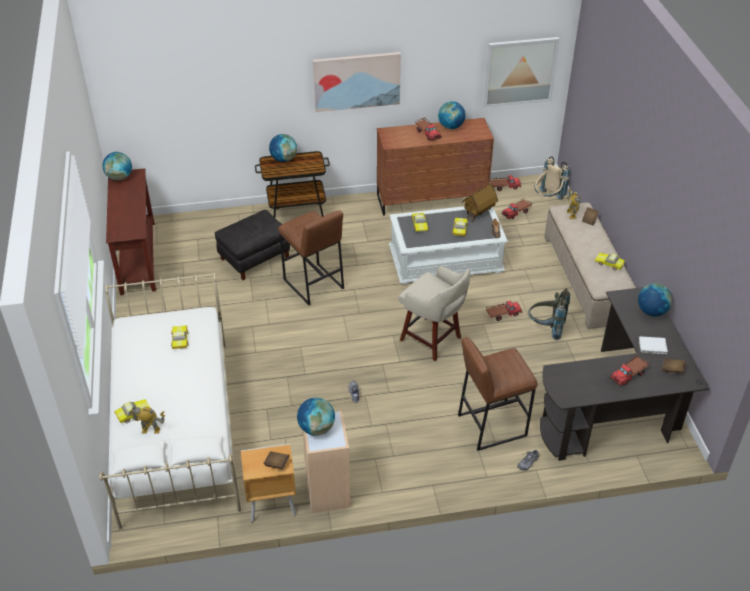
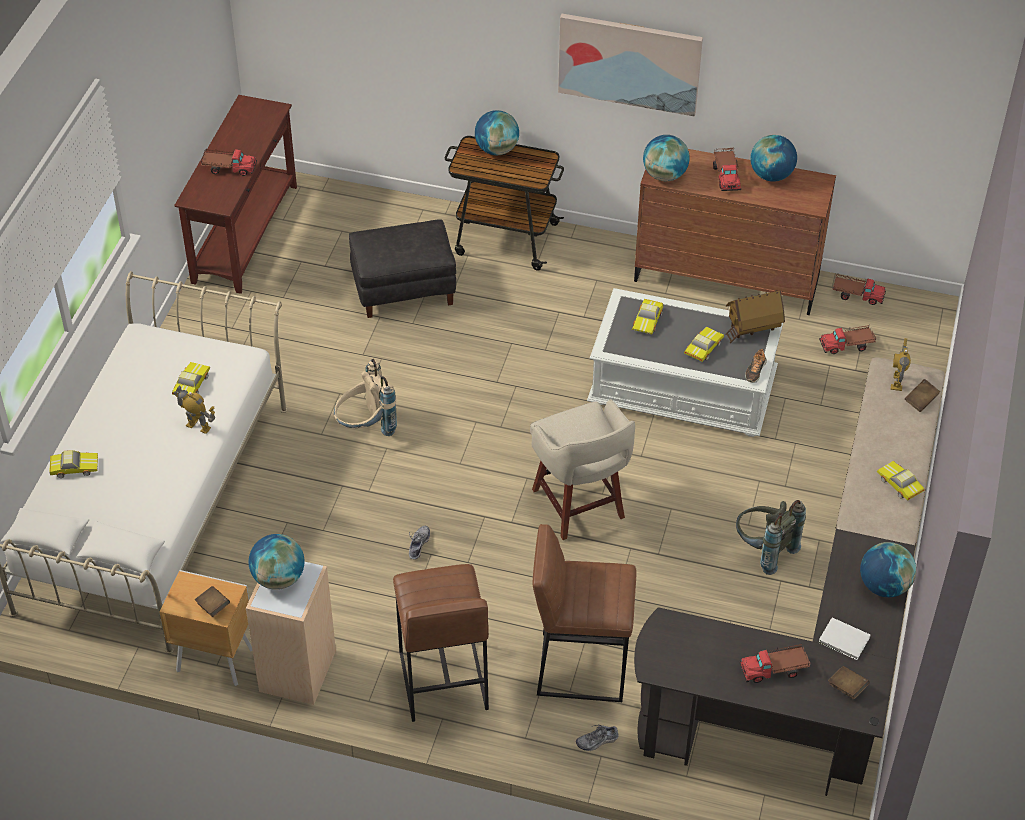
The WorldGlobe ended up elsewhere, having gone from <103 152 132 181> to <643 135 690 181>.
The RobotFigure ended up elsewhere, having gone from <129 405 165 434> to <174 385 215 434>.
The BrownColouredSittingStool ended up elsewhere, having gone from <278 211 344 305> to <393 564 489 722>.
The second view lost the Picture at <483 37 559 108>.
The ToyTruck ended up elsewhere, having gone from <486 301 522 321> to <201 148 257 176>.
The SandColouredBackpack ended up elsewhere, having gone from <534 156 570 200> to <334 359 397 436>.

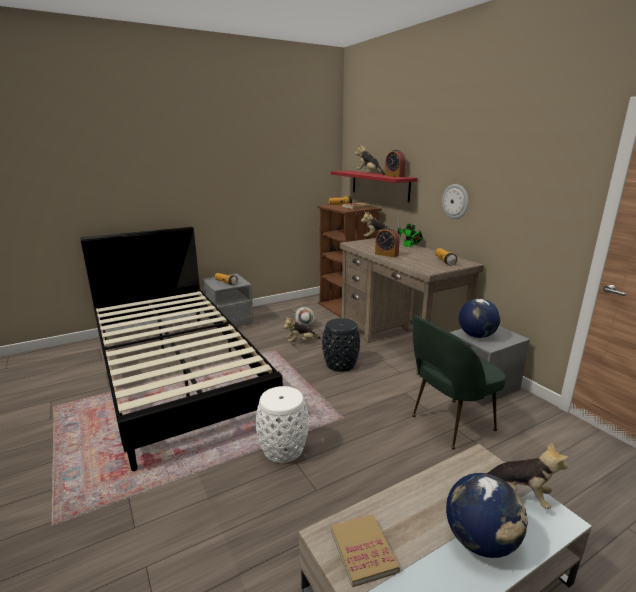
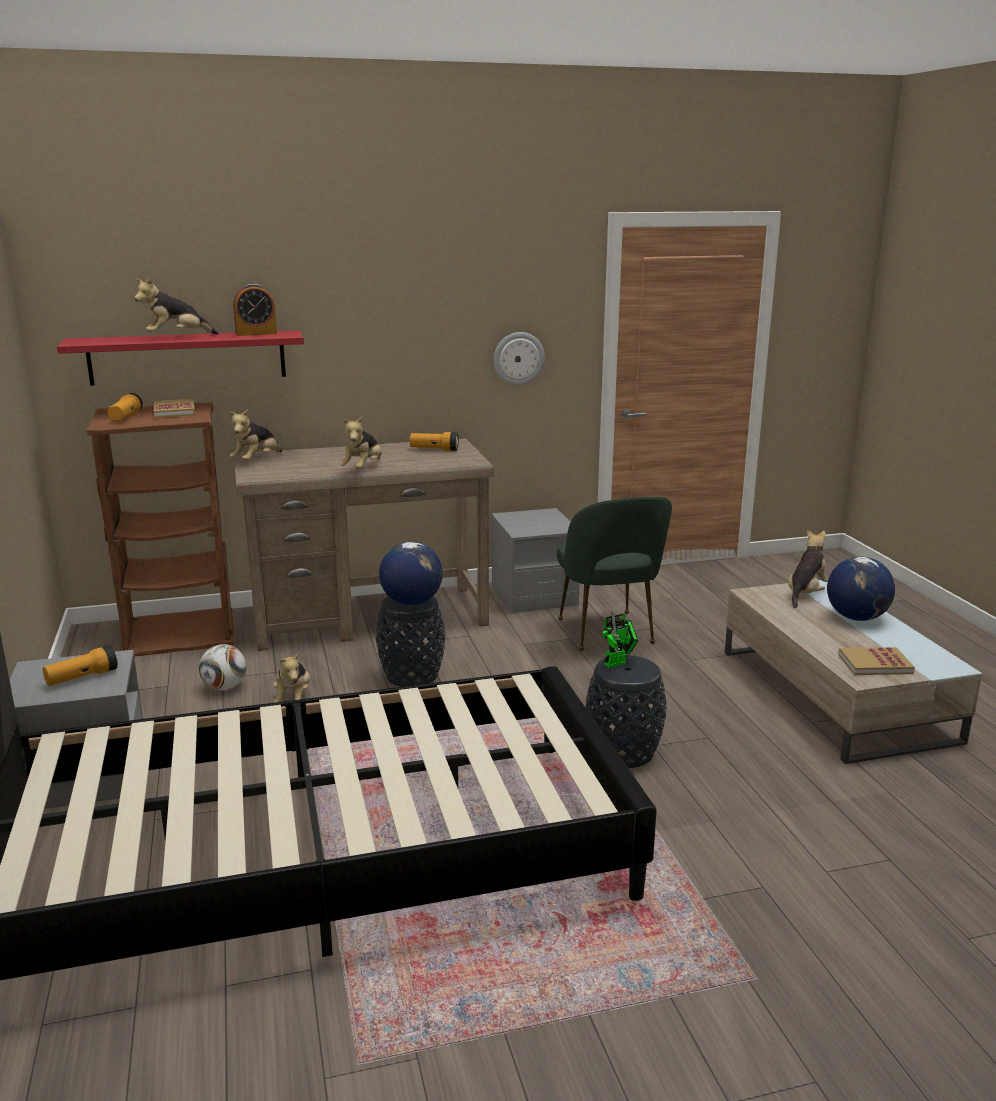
What was the WhiteColouredSittingStool at <256 386 309 463> turned into the BlackSittingStool at <586 655 666 768>.
Where the TableClock stood at <375 227 400 257>, the CuddlyToy came to stand at <339 417 382 469>.
The RobotFigure ended up elsewhere, having gone from <396 216 423 247> to <603 610 638 668>.
The ClockOnTheWall ended up elsewhere, having gone from <442 184 469 219> to <493 332 545 385>.
The WorldGlobe ended up elsewhere, having gone from <459 299 500 338> to <379 542 443 605>.

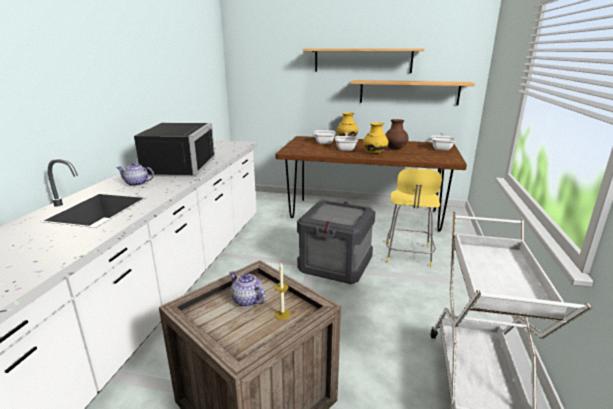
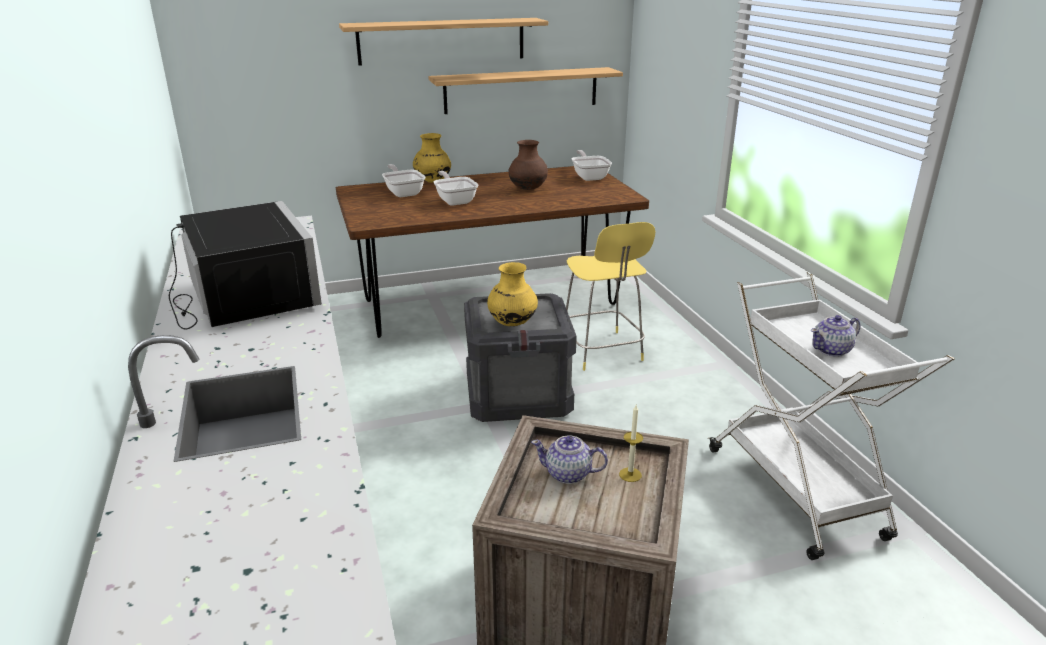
The TeaPot ended up elsewhere, having gone from <116 162 154 186> to <811 315 860 357>.
The YellowishVase ended up elsewhere, having gone from <363 122 389 154> to <487 262 538 326>.

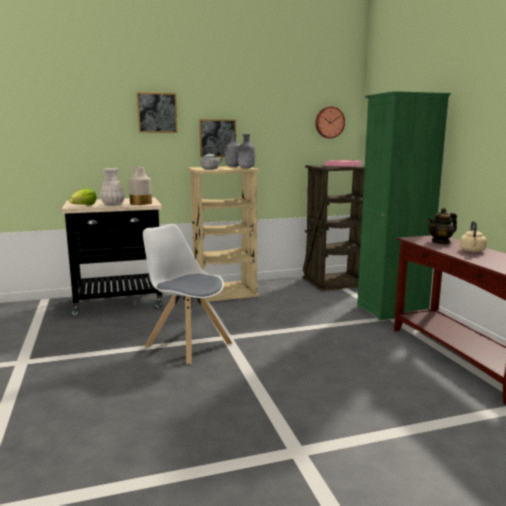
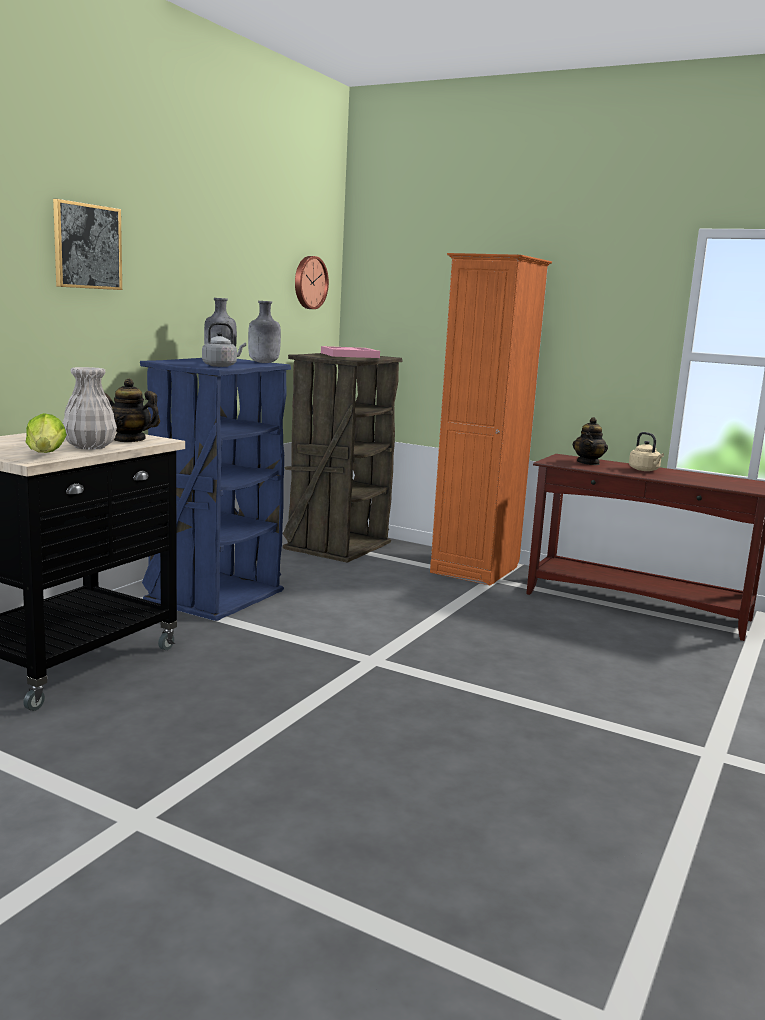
Where the SandColouredVase stood at <129 167 152 205>, the TeaPot came to stand at <104 378 160 442>.
The second view lost the UprightChair at <143 224 233 364>.
What was the SandColouredShelvingUnit at <188 166 259 302> turned into the BlueColouredShelvingUnit at <140 358 291 621>.
The second view lost the Picture at <199 119 236 157>.
What was the GreenColouredCupboard at <357 91 451 320> turned into the OrangeColouredCupboard at <430 253 552 585>.

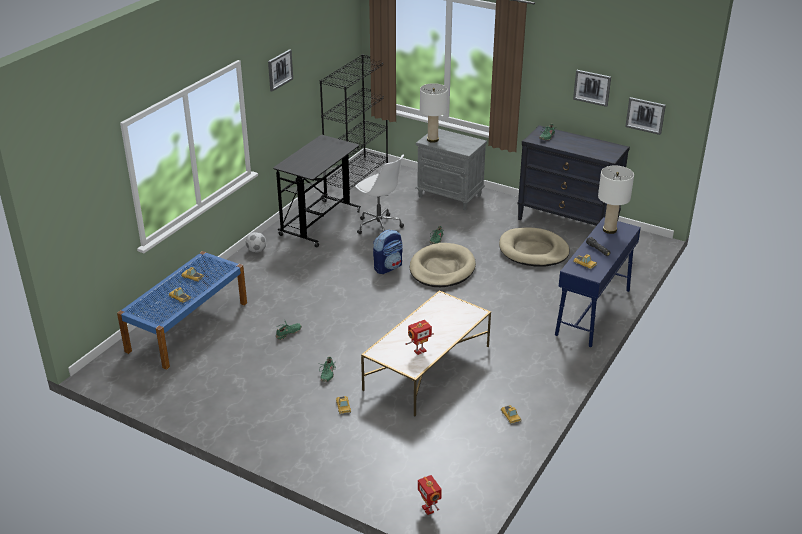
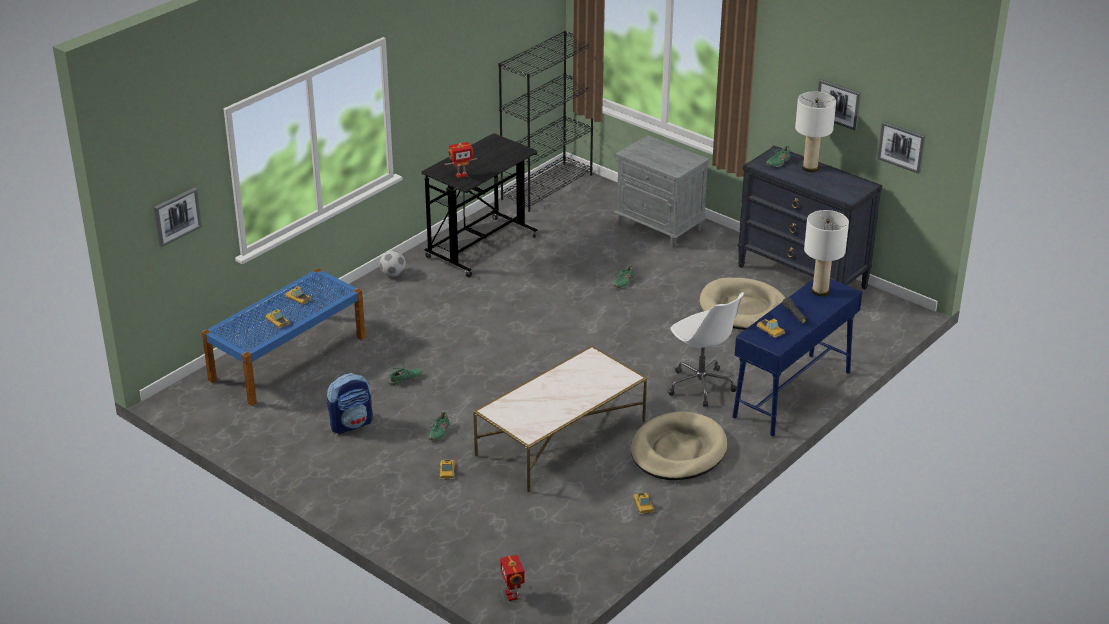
The Picture ended up elsewhere, having gone from <268 49 293 92> to <154 188 202 247>.
The WhiteColouredDeskChair ended up elsewhere, having gone from <355 154 404 234> to <667 292 744 407>.
The Backpack ended up elsewhere, having gone from <373 230 403 274> to <327 373 373 434>.
The RobotFigure ended up elsewhere, having gone from <405 320 434 355> to <445 142 477 178>.
The SandColouredPetBed ended up elsewhere, having gone from <410 243 476 287> to <631 411 727 480>.
The WhiteColouredLampForATable ended up elsewhere, having gone from <420 83 448 143> to <795 91 836 172>.

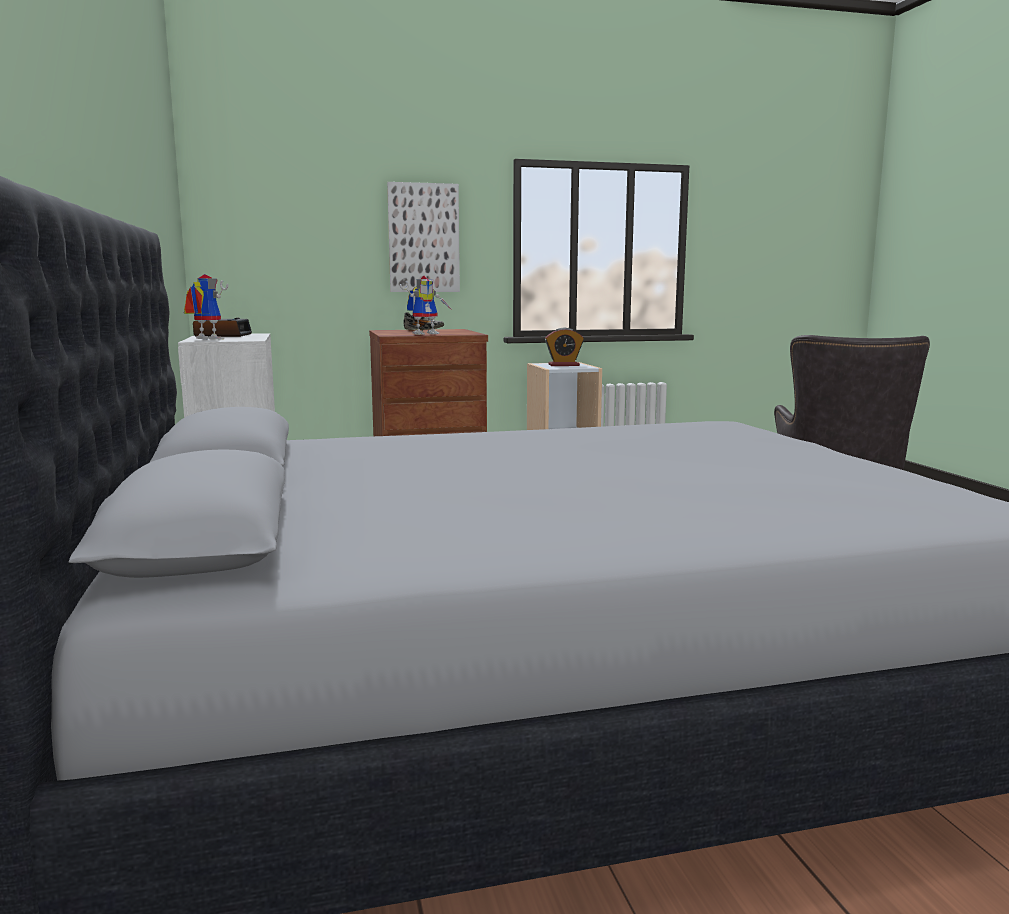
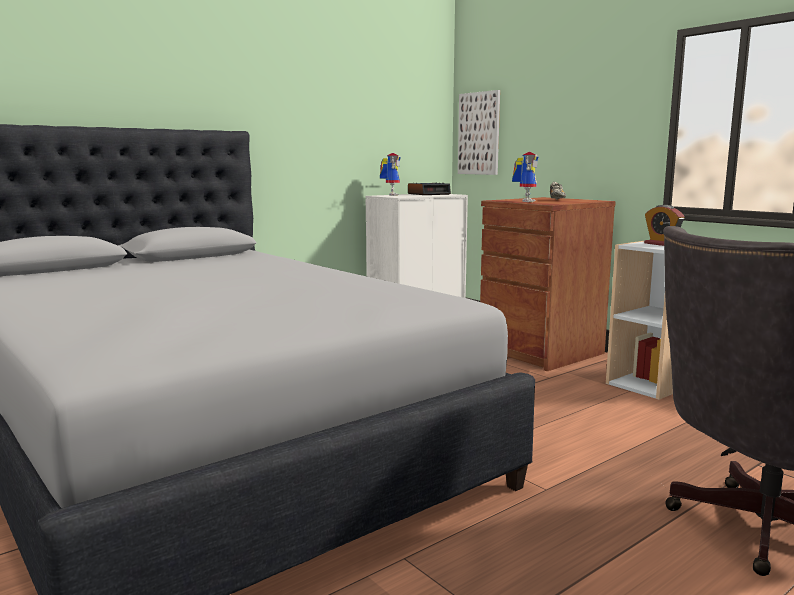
The Picture ended up elsewhere, having gone from <387 182 460 292> to <458 90 500 175>.
The RobotFigure at <400 276 453 335> ended up facing another way, 105 degrees counterclockwise from before.

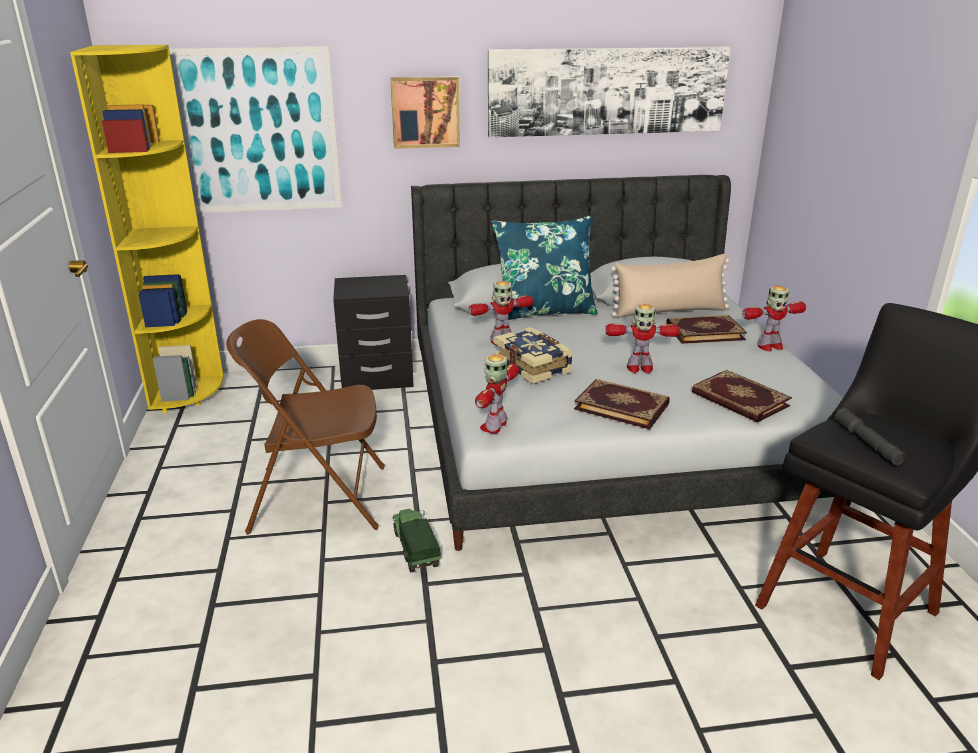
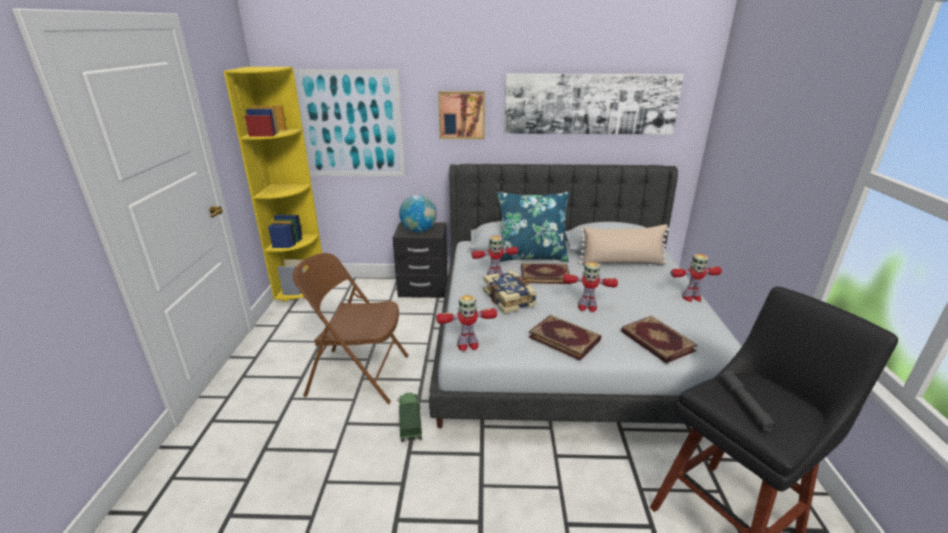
The RobotFigure at <475 354 519 433> ended up facing another way, 135 degrees counterclockwise from before.
The Volume ended up elsewhere, having gone from <666 315 747 344> to <521 263 571 284>.
The second view gained the WorldGlobe at <399 195 437 233>.

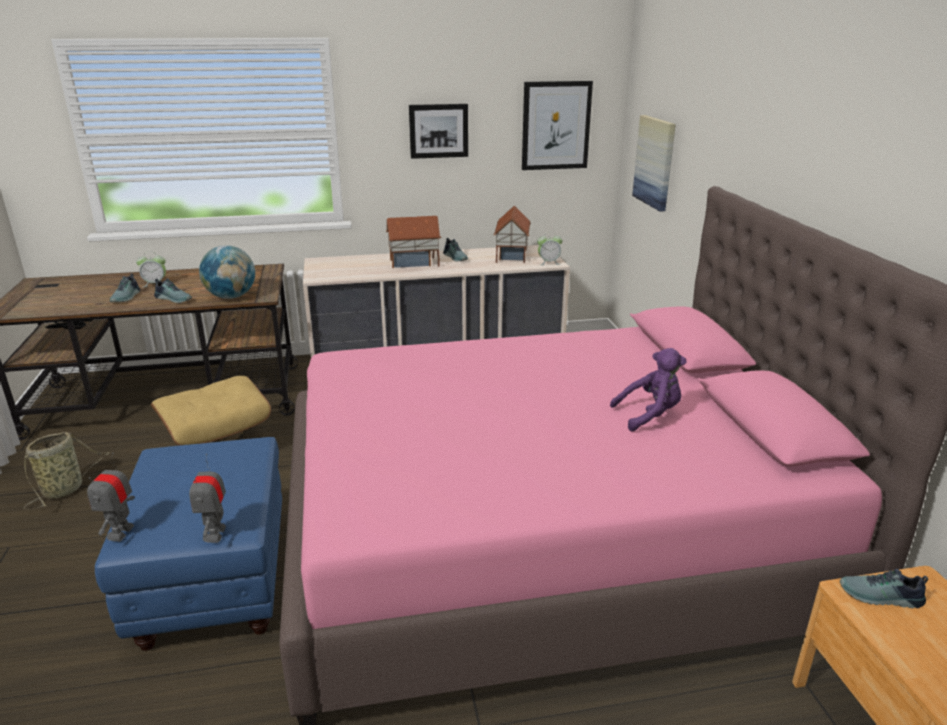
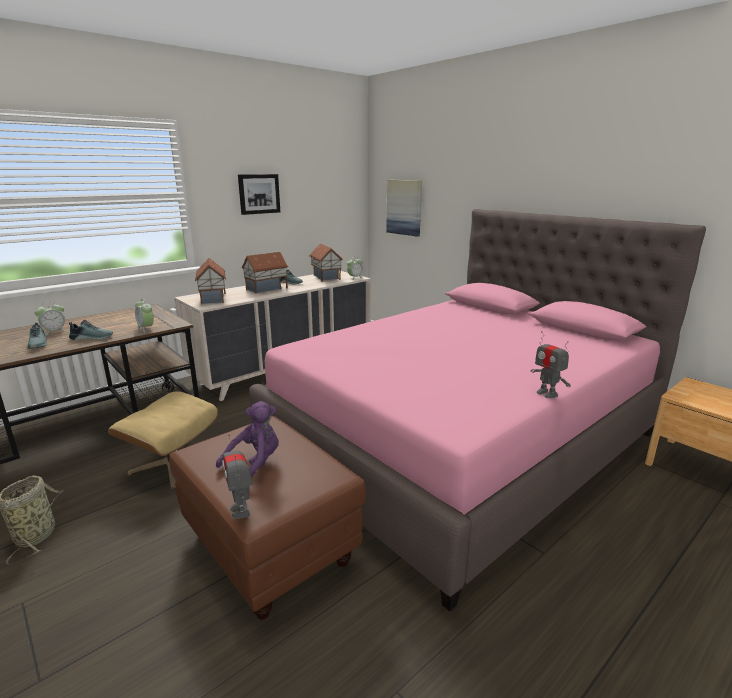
What was the BlueColouredFootrest at <95 437 282 651> turned into the BrownColouredFootrest at <169 416 366 620>.
The RobotFigure ended up elsewhere, having gone from <189 454 226 543> to <531 331 571 398>.
Where the WorldGlobe stood at <199 245 255 299>, the TableClock came to stand at <135 299 154 332>.
The second view lost the Picture at <522 81 593 170>.
The PurplishCuddlyToy ended up elsewhere, having gone from <610 348 686 431> to <216 401 279 477>.
The second view lost the Shoe at <840 569 928 608>.
The second view gained the MiniatureHouse at <195 258 226 305>.

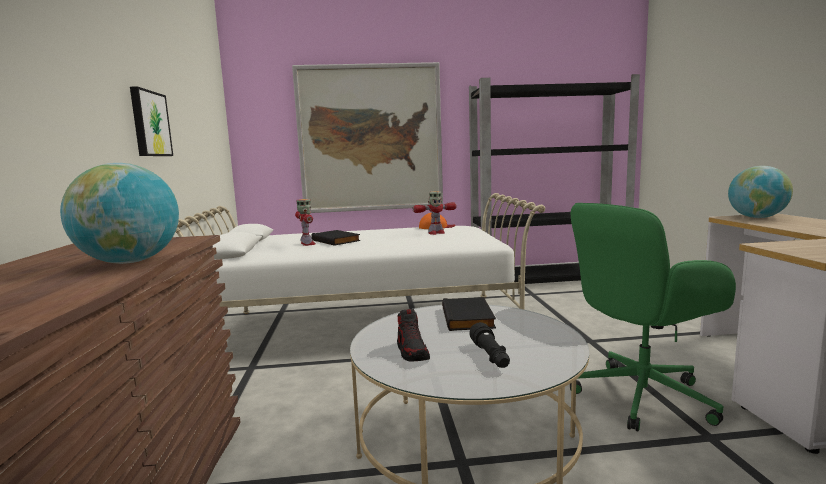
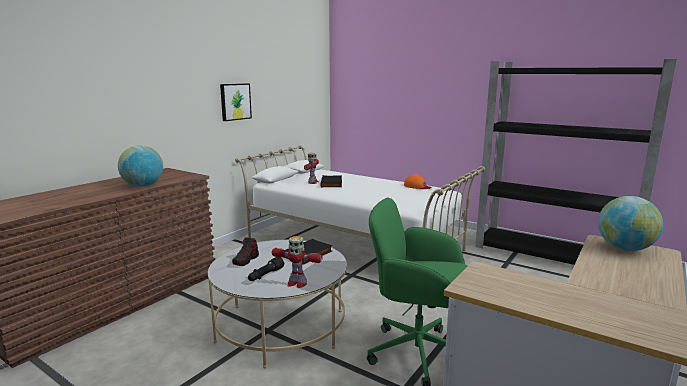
The second view lost the Picture at <292 62 443 213>.
The RobotFigure ended up elsewhere, having gone from <413 191 456 235> to <272 236 323 288>.

